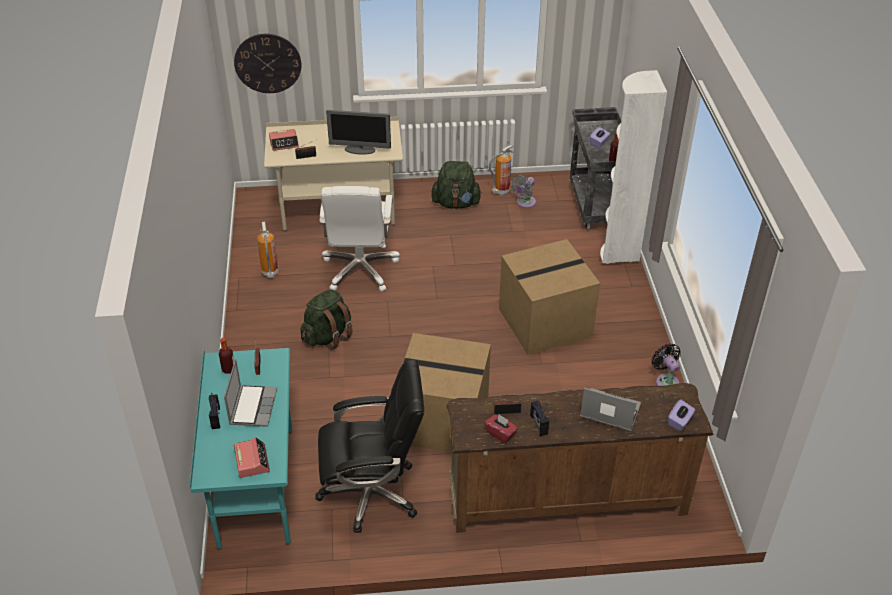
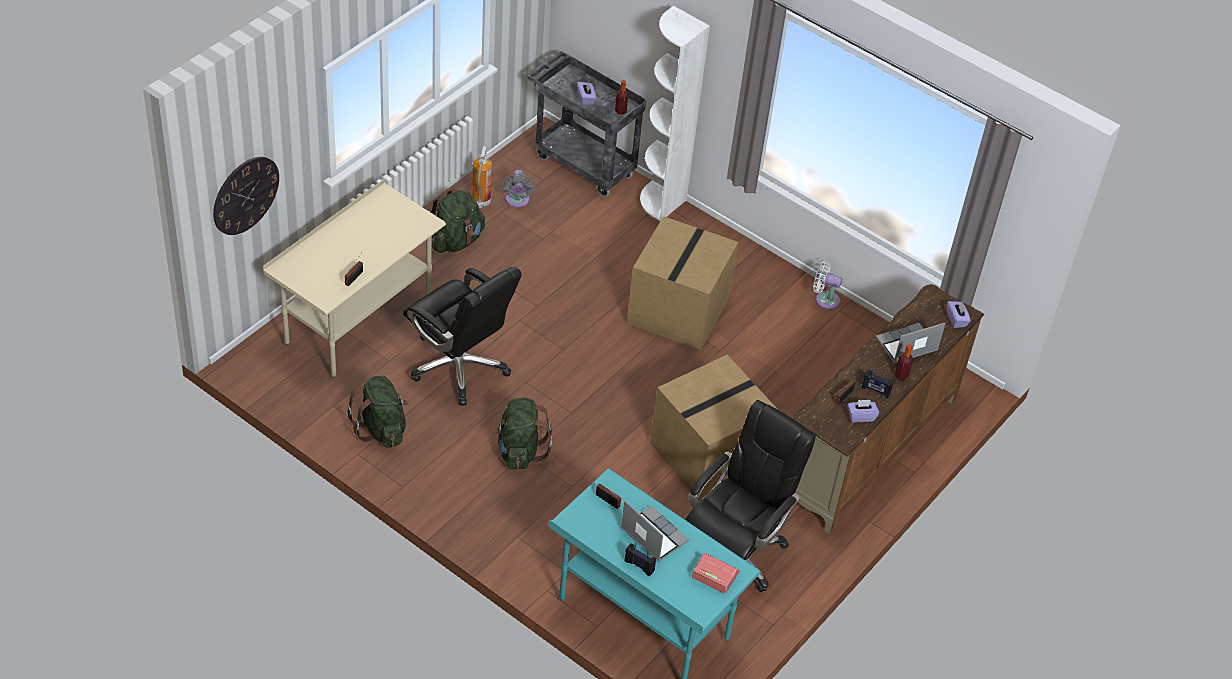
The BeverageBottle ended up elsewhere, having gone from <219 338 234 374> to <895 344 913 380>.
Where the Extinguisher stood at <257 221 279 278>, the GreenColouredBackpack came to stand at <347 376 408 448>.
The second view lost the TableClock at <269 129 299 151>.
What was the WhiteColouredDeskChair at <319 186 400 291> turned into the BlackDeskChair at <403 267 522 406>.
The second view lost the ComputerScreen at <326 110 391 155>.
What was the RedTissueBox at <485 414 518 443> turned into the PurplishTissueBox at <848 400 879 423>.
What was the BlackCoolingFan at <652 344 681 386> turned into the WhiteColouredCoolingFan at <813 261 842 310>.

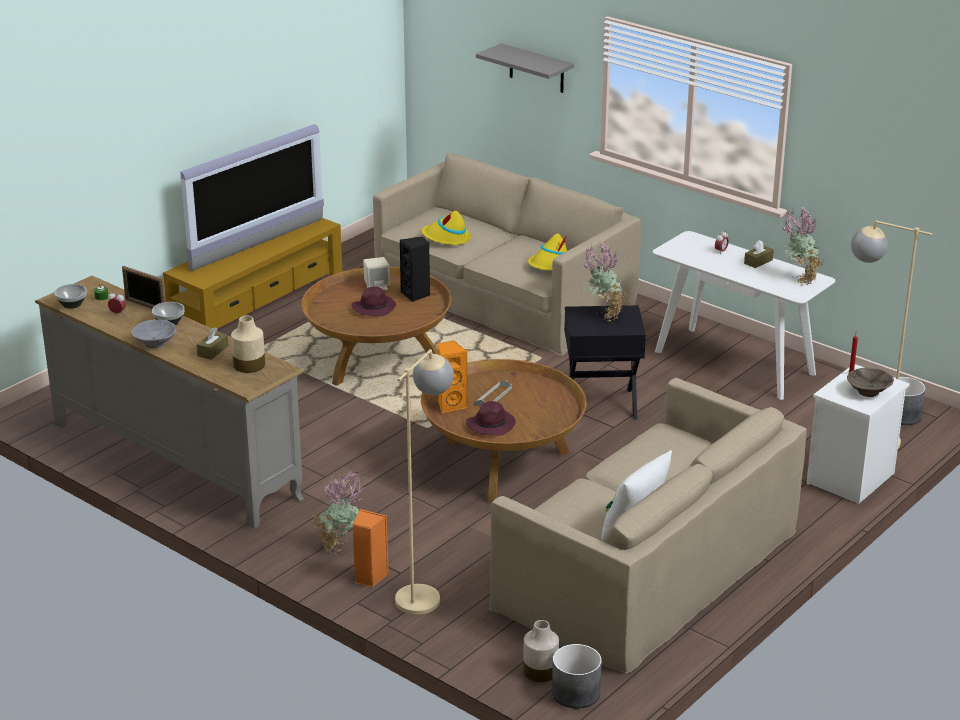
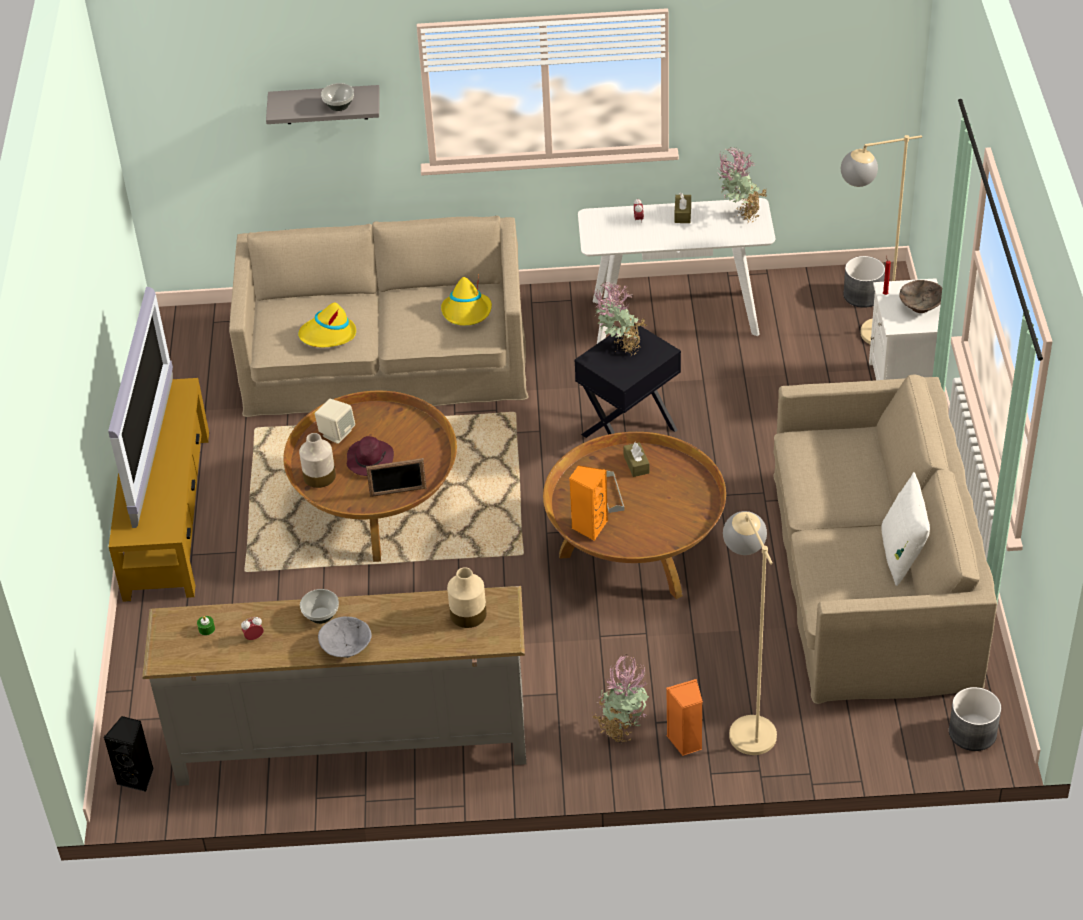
The Bowl ended up elsewhere, having gone from <54 284 87 309> to <321 83 354 111>.
The PhotoFrame ended up elsewhere, having gone from <122 266 165 308> to <366 458 427 497>.
The BrownColouredTissueBox ended up elsewhere, having gone from <197 327 228 360> to <623 442 650 477>.
The BlackLoudspeaker ended up elsewhere, having gone from <400 236 430 302> to <104 716 154 792>.
The second view lost the PurplishClothingHat at <466 401 516 436>.
The SandColouredVase ended up elsewhere, having gone from <523 620 559 682> to <299 433 336 488>.

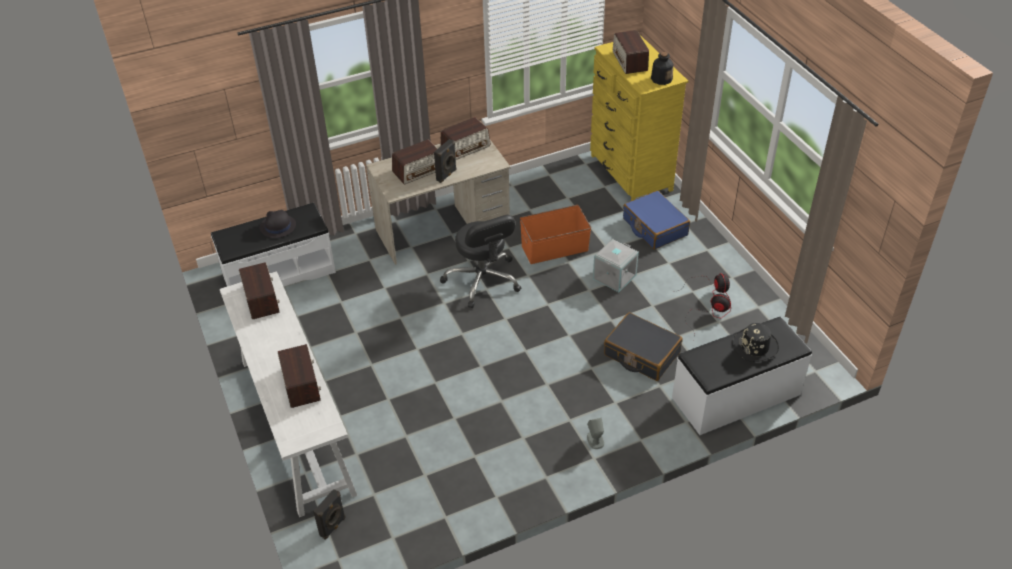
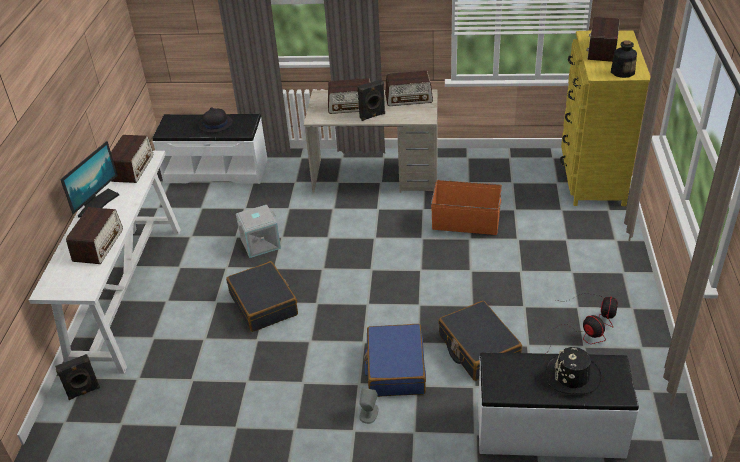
The second view lost the BlackDeskChair at <440 215 521 308>.
The GreyishStorageBin ended up elsewhere, having gone from <593 239 639 292> to <236 205 281 258>.
The BlueColouredTravelCase ended up elsewhere, having gone from <623 191 690 249> to <364 324 426 397>.
The second view gained the ComputerScreen at <60 141 119 218>.
The second view gained the BlackTravelCase at <226 261 298 332>.

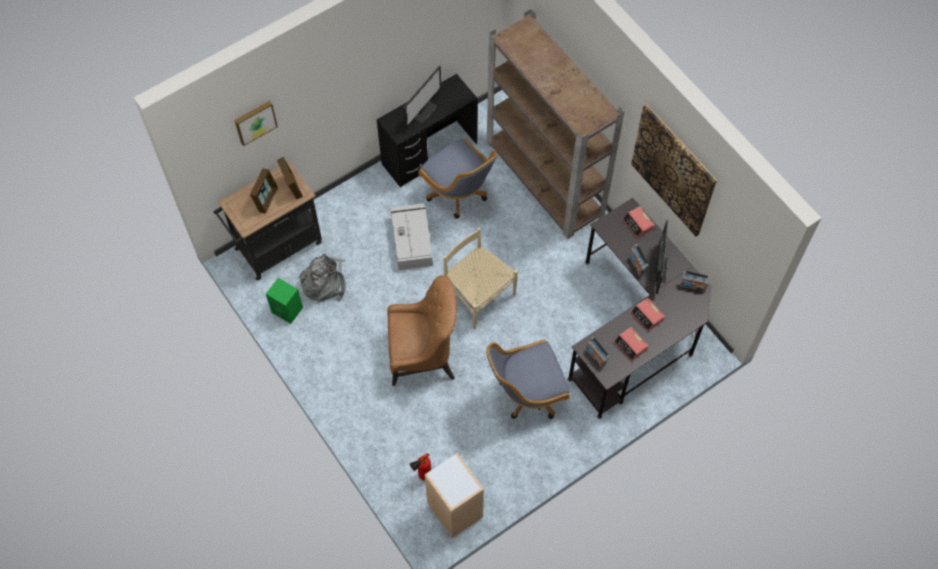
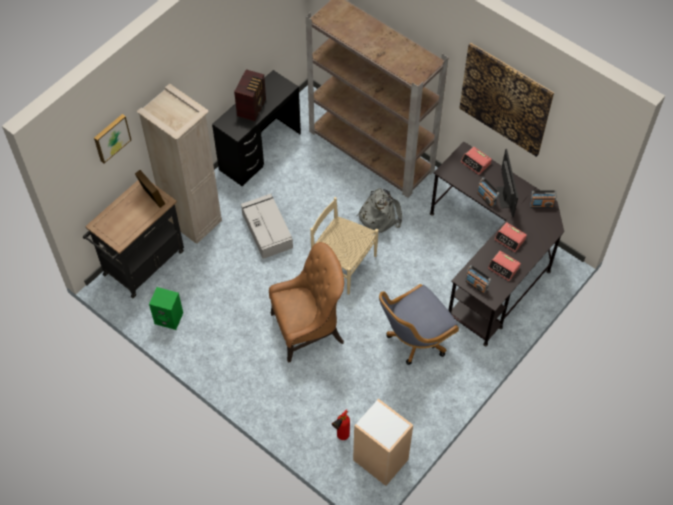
The second view lost the PhotoFrame at <250 168 278 213>.
The GreyishBackpack ended up elsewhere, having gone from <298 254 345 302> to <356 188 402 233>.
Where the ComputerScreen stood at <403 66 441 128>, the Radio came to stand at <234 69 266 121>.
The second view lost the BlueColouredDeskChair at <418 138 497 219>.
The second view gained the SandColouredCupboard at <136 83 222 244>.

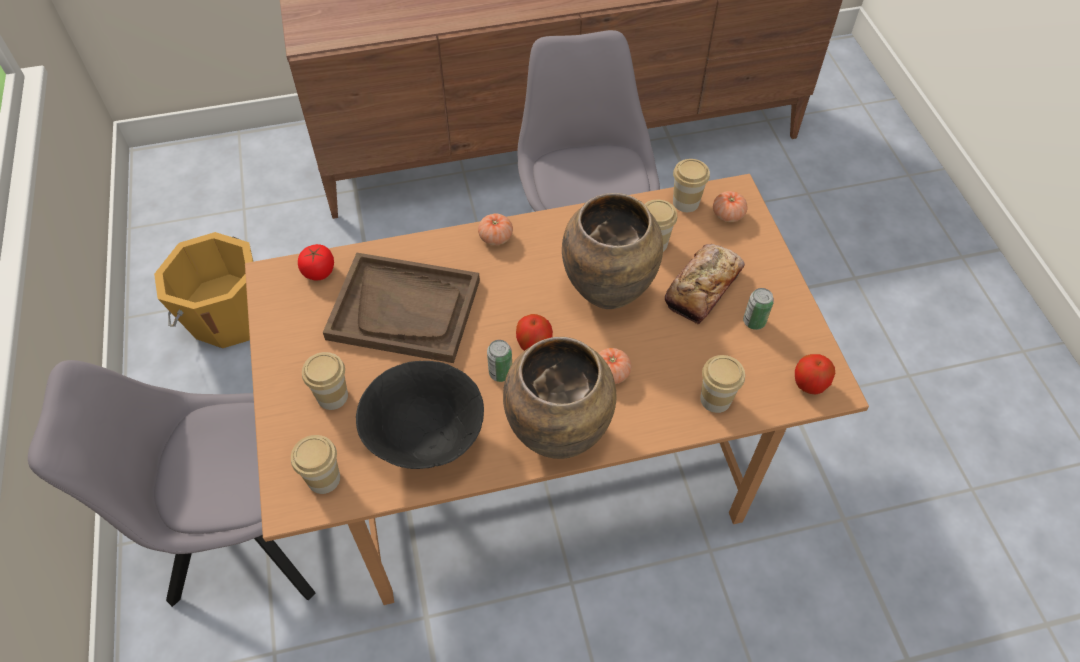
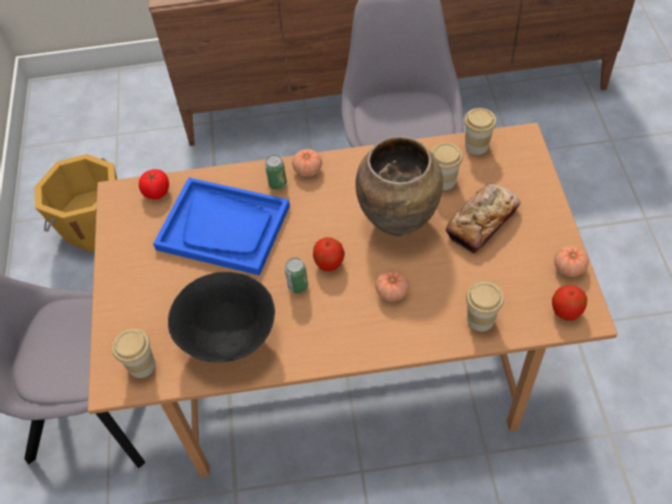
The second view lost the SmallCup at <302 352 348 410>.
What was the BrownColouredTray at <323 253 480 363> turned into the BlueColouredTray at <153 177 290 276>.
The second view lost the BrownColouredVase at <503 337 616 459>.
The FreshTomato ended up elsewhere, having gone from <713 191 748 222> to <554 246 589 277>.
The MetalCan ended up elsewhere, having gone from <743 288 774 330> to <265 155 287 190>.

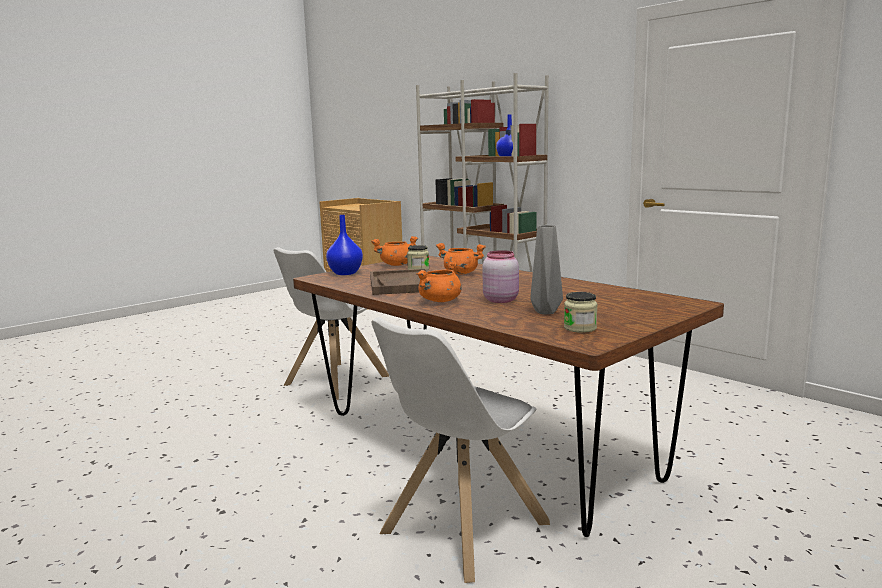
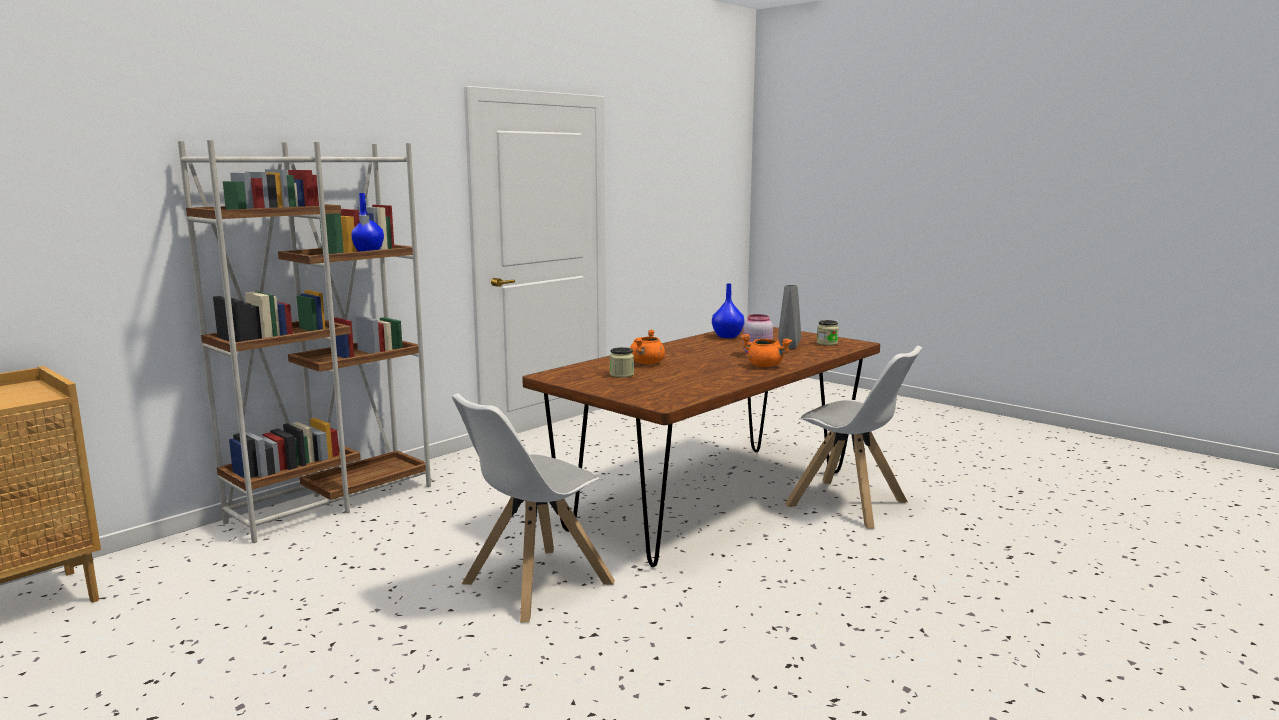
The UprightChair at <274 247 389 400> ended up facing another way, 105 degrees clockwise from before.
The BlueColouredVase ended up elsewhere, having gone from <326 215 363 275> to <712 283 745 338>.
The second view lost the BrownColouredTray at <370 269 428 295>.
The second view lost the OrangeColouredCookingPot at <371 236 418 266>.

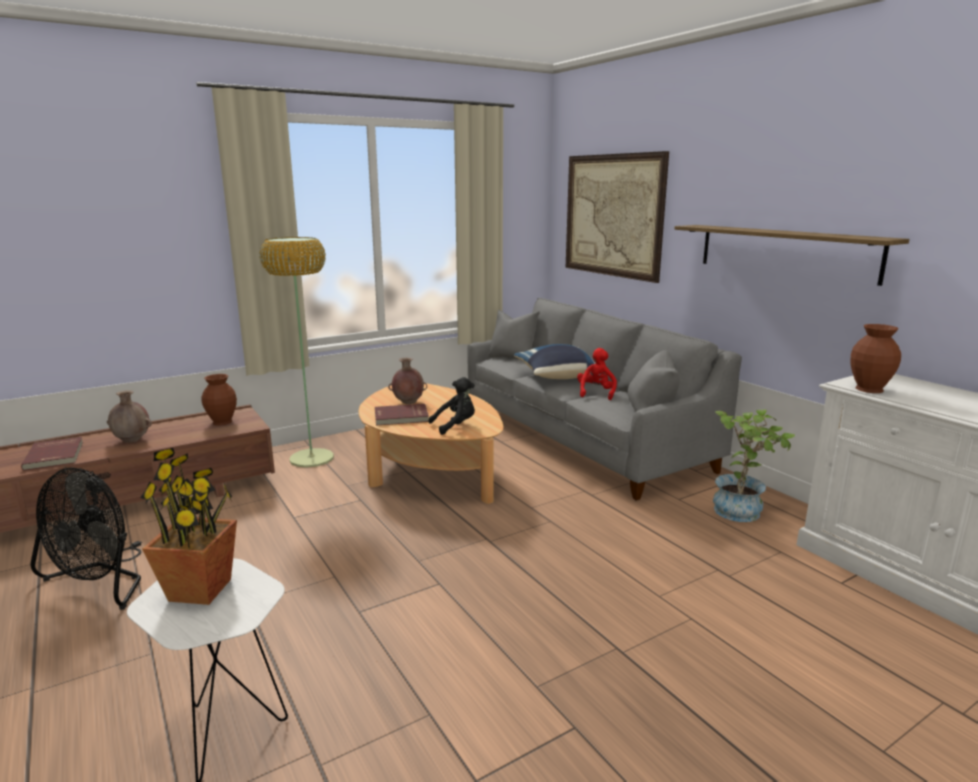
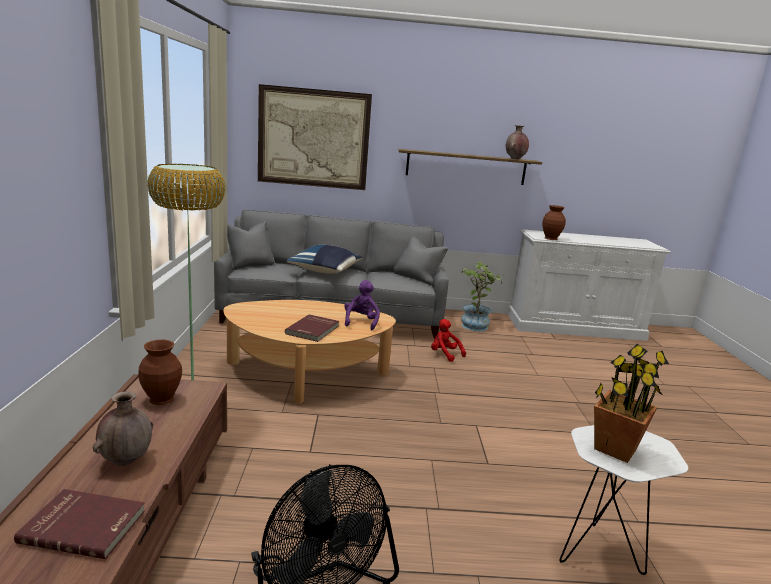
The BrownColouredVase ended up elsewhere, having gone from <388 358 427 404> to <506 125 529 159>.
What was the BlackCuddlyToy at <428 377 475 435> turned into the PurplishCuddlyToy at <344 280 380 331>.
The RedCuddlyToy ended up elsewhere, having gone from <577 348 617 400> to <431 319 466 362>.

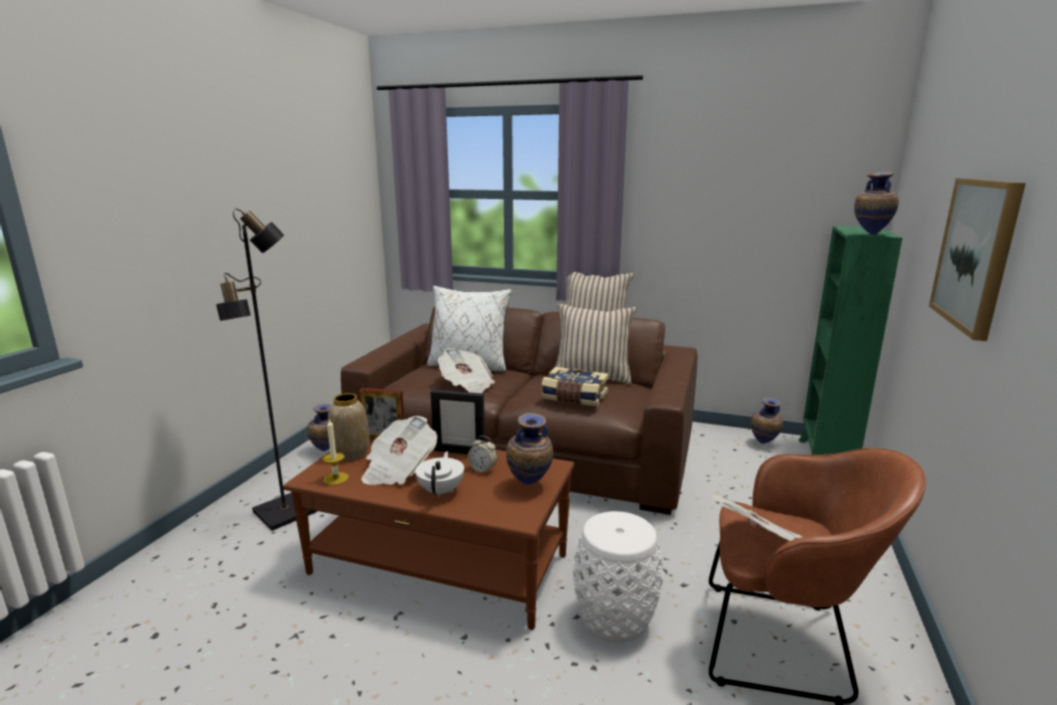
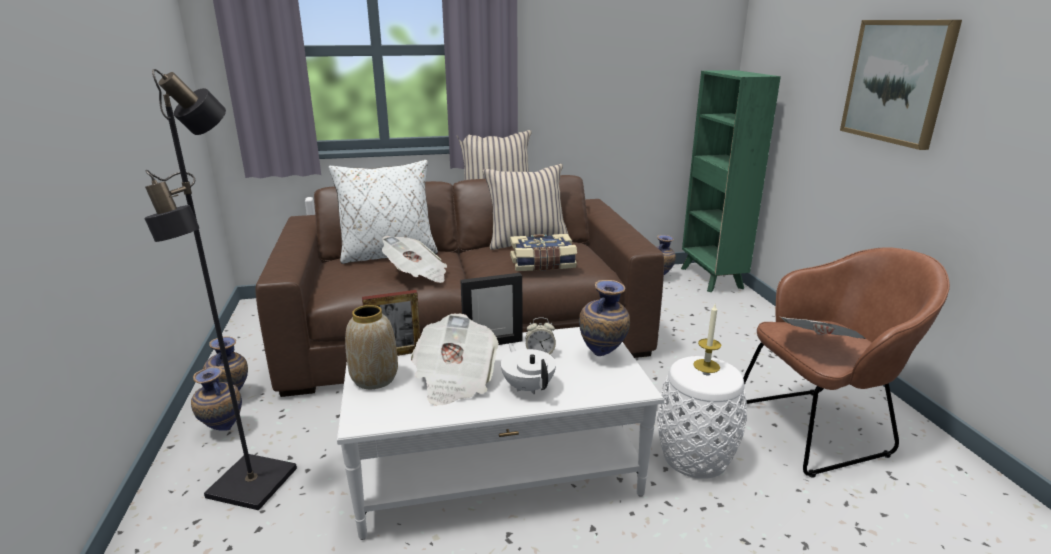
What was the BrownColouredCoffeeTable at <283 440 574 630> turned into the WhiteColouredCoffeeTable at <337 327 664 540>.
The Candle ended up elsewhere, having gone from <323 419 349 485> to <693 305 721 373>.
The Vase ended up elsewhere, having gone from <854 172 899 235> to <191 367 242 431>.

